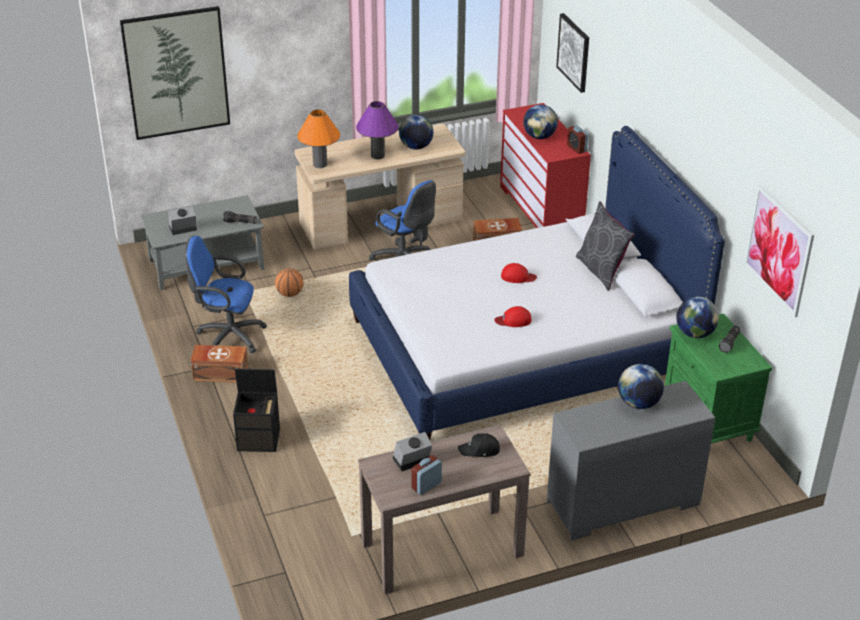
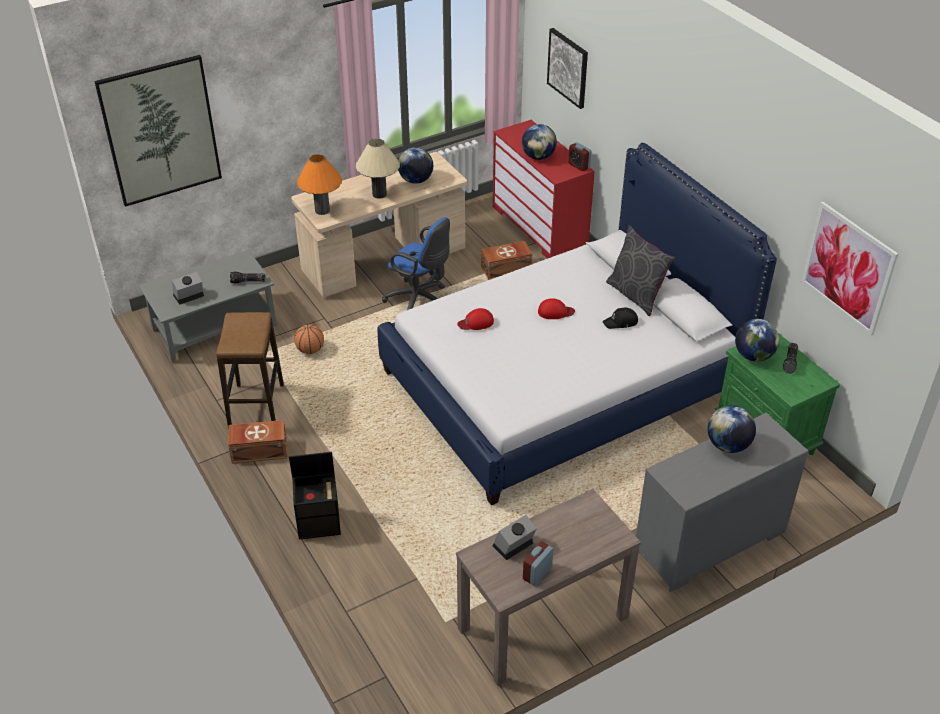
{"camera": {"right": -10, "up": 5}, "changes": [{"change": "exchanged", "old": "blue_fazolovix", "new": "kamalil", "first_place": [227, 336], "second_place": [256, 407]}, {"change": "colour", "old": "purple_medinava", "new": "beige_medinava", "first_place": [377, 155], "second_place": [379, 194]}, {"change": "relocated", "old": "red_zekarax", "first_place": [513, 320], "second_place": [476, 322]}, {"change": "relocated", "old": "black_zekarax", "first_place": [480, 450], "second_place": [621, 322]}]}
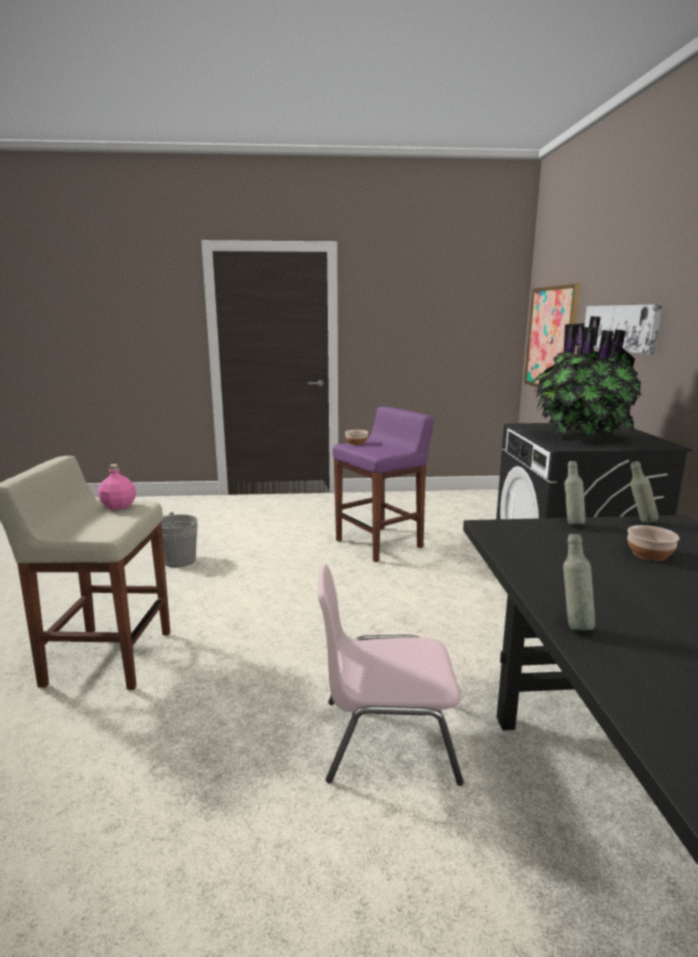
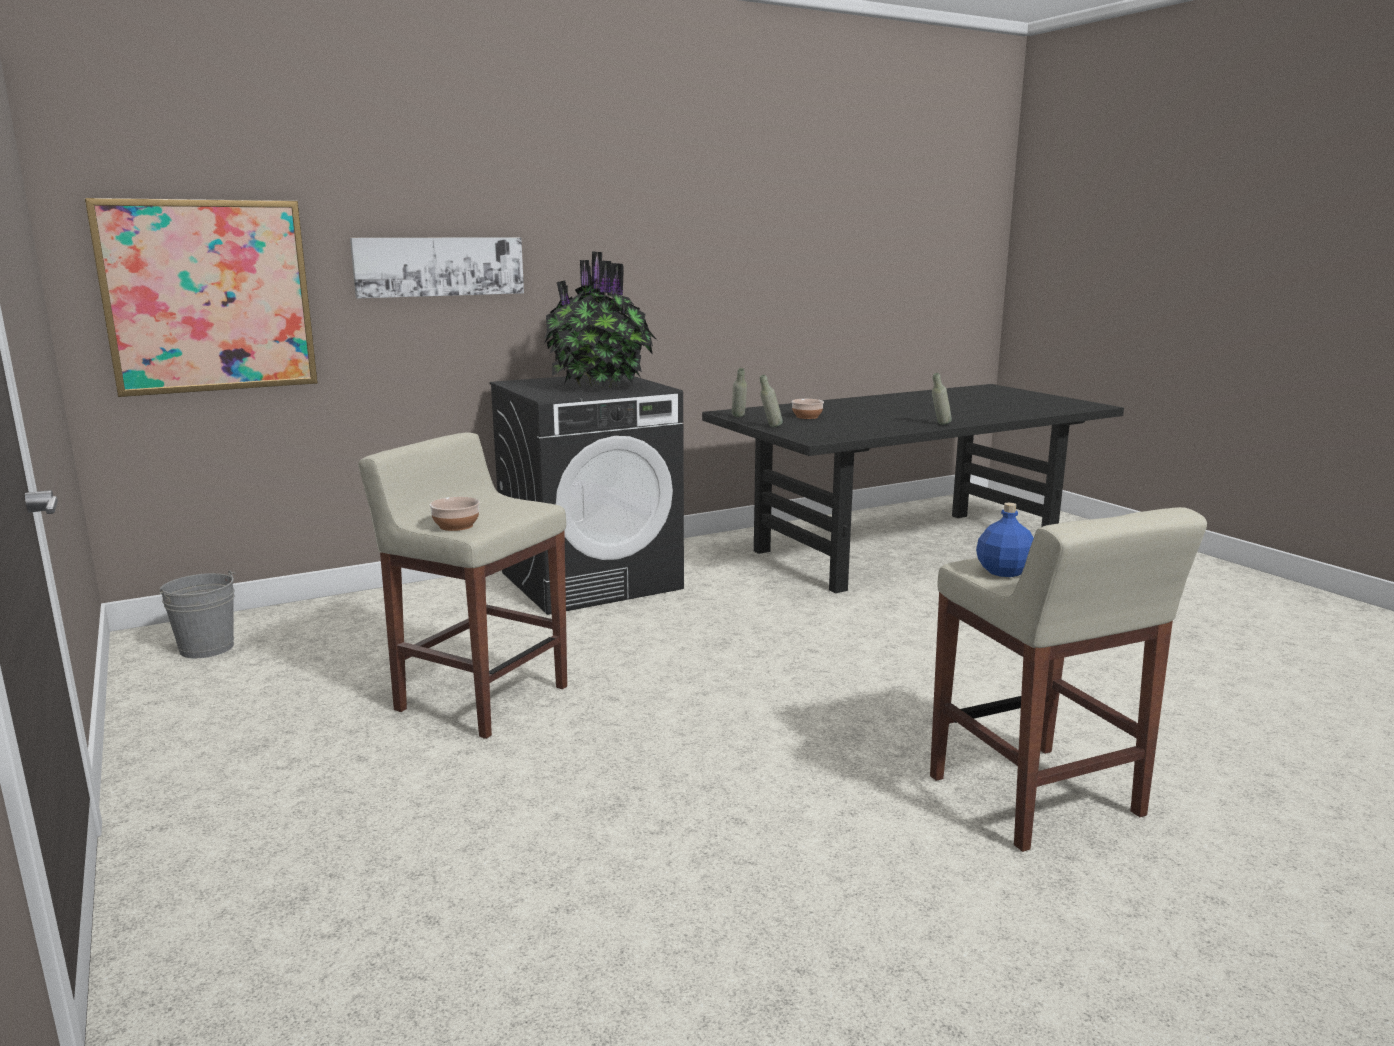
{"camera": {"right": -115, "up": 0}, "changes": [{"change": "relocated", "old": "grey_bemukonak", "first_place": [179, 560], "second_place": [206, 648]}, {"change": "colour", "old": "purple_kamalil", "new": "beige_kamalil", "first_place": [380, 543], "second_place": [480, 698]}, {"change": "colour", "old": "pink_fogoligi", "new": "blue_fogoligi", "first_place": [119, 506], "second_place": [1003, 571]}, {"change": "missing", "old": "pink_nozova", "first_place": [386, 738]}]}
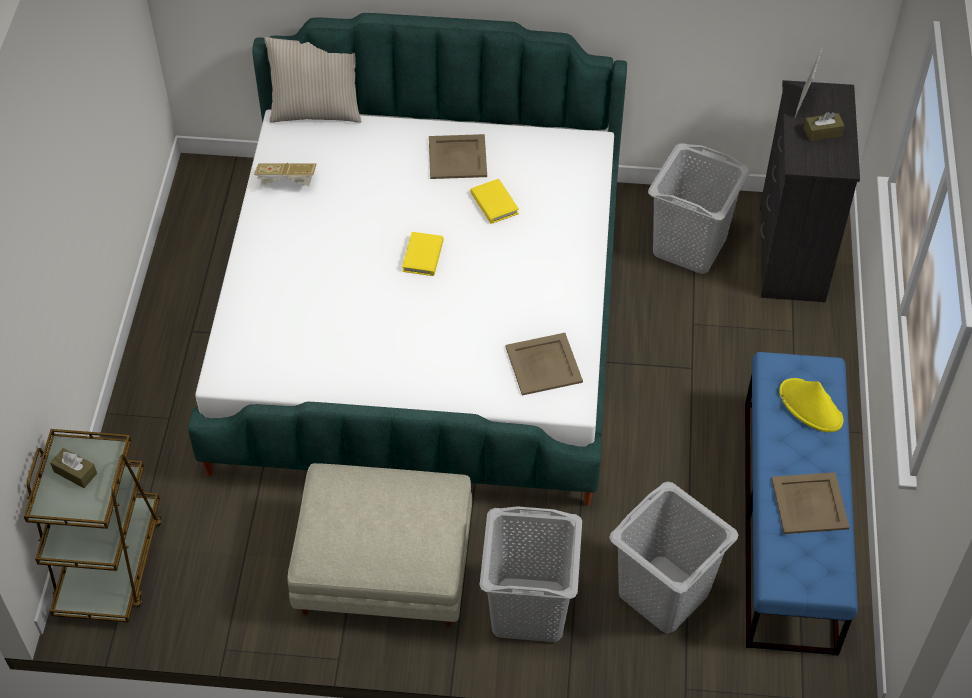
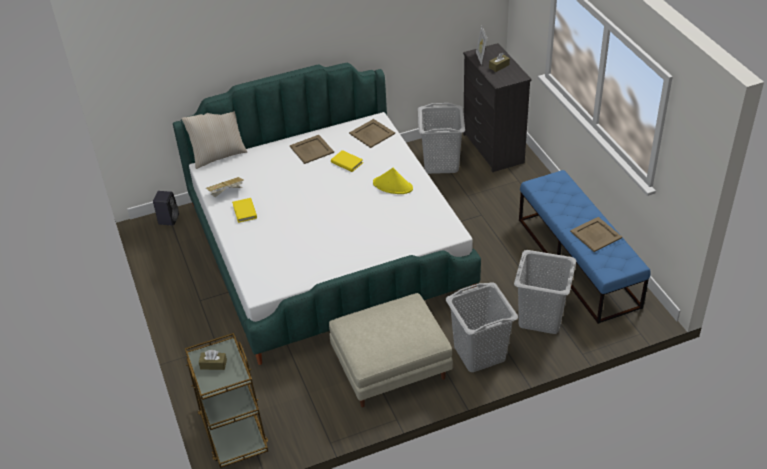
{"camera": {"right": -25, "up": -10}, "changes": [{"change": "appeared", "new": "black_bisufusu", "second_place": [168, 218]}, {"change": "relocated", "old": "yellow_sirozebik", "first_place": [423, 256], "second_place": [245, 211]}, {"change": "relocated", "old": "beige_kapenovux", "first_place": [544, 364], "second_place": [372, 133]}, {"change": "relocated", "old": "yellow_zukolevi", "first_place": [811, 406], "second_place": [393, 186]}]}
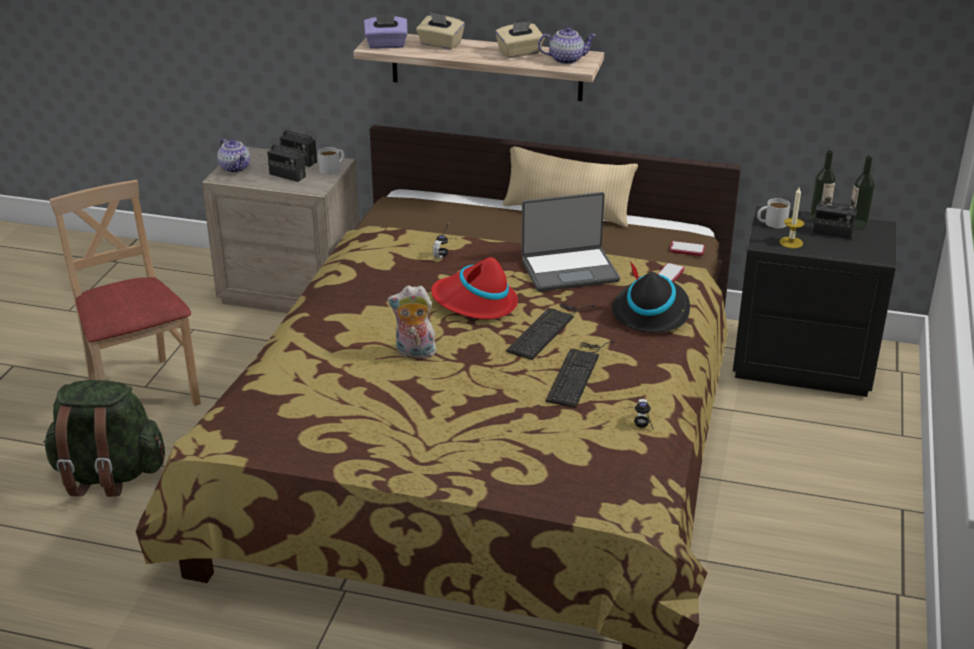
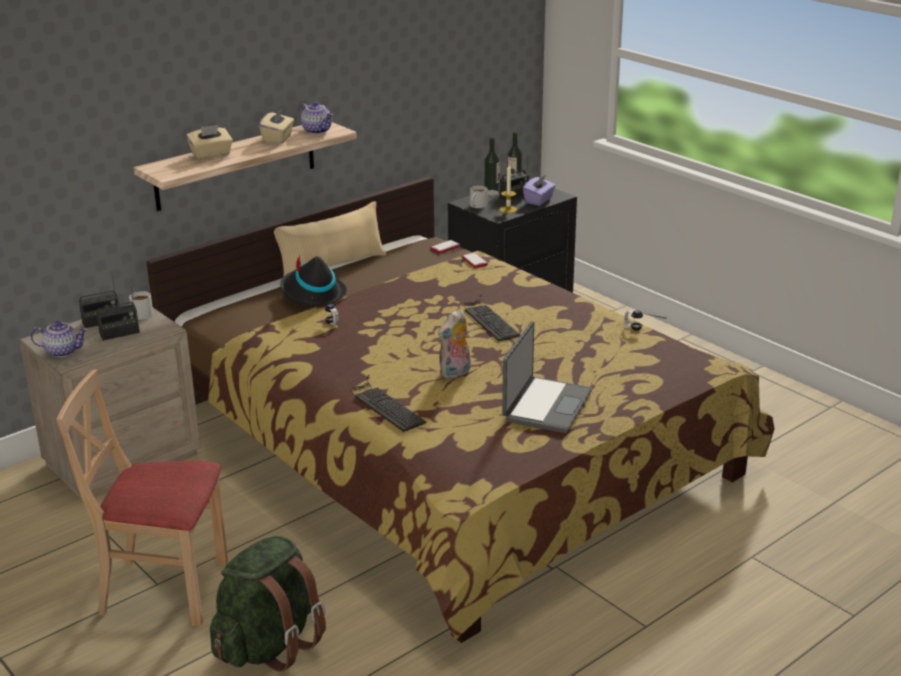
{"camera": {"right": -55, "up": -5}, "changes": [{"change": "relocated", "old": "black_zukolevi", "first_place": [651, 312], "second_place": [312, 293]}, {"change": "spun", "old": "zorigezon", "first_place": [566, 59], "second_place": [317, 131], "degrees": 105}, {"change": "relocated", "old": "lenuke", "first_place": [578, 372], "second_place": [385, 405]}, {"change": "relocated", "old": "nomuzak", "first_place": [569, 270], "second_place": [545, 406]}, {"change": "relocated", "old": "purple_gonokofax", "first_place": [386, 45], "second_place": [539, 200]}, {"change": "missing", "old": "red_zukolevi", "first_place": [474, 303]}]}
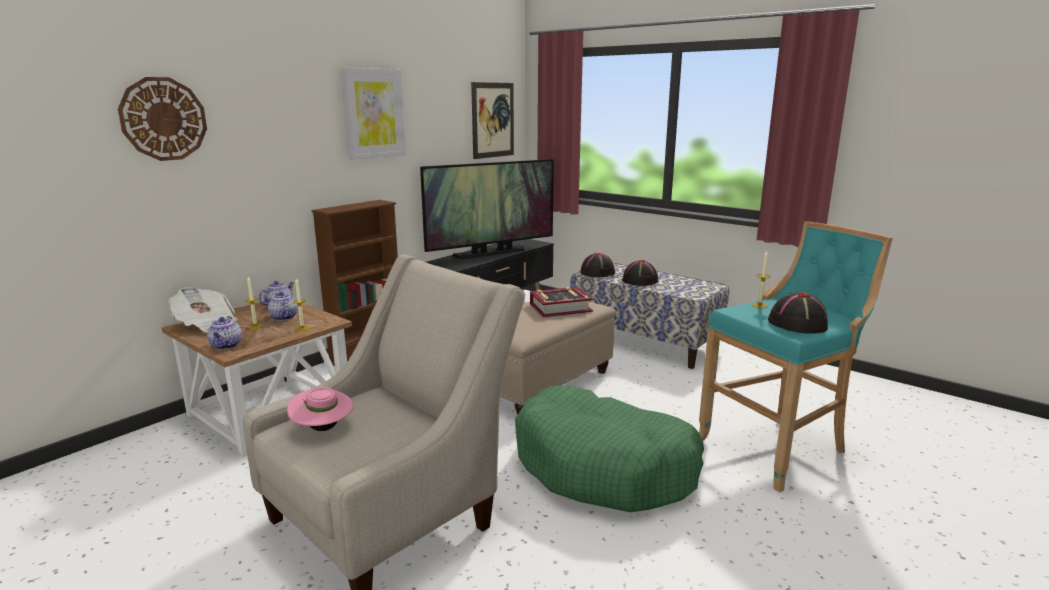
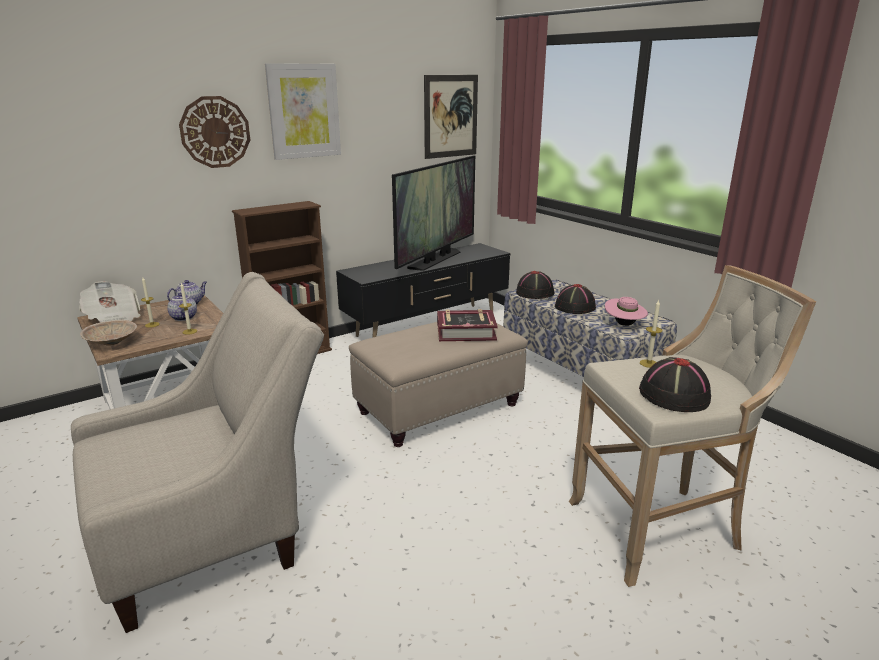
{"camera": {"right": 15, "up": 5}, "changes": [{"change": "exchanged", "old": "zorigezon", "new": "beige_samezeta", "first_place": [226, 346], "second_place": [112, 343]}, {"change": "relocated", "old": "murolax", "first_place": [163, 119], "second_place": [215, 132]}, {"change": "spun", "old": "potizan", "first_place": [491, 252], "second_place": [436, 259], "degrees": -45}, {"change": "colour", "old": "turquoise_kamalil", "new": "beige_kamalil", "first_place": [777, 447], "second_place": [660, 528]}, {"change": "relocated", "old": "pink_zukolevi", "first_place": [323, 428], "second_place": [624, 324]}, {"change": "missing", "old": "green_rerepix", "first_place": [604, 466]}]}
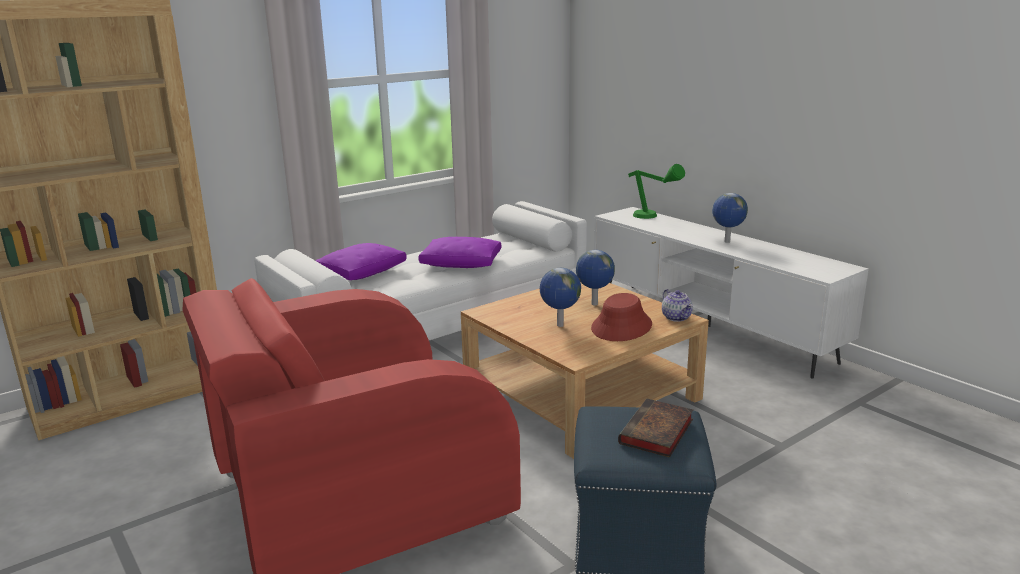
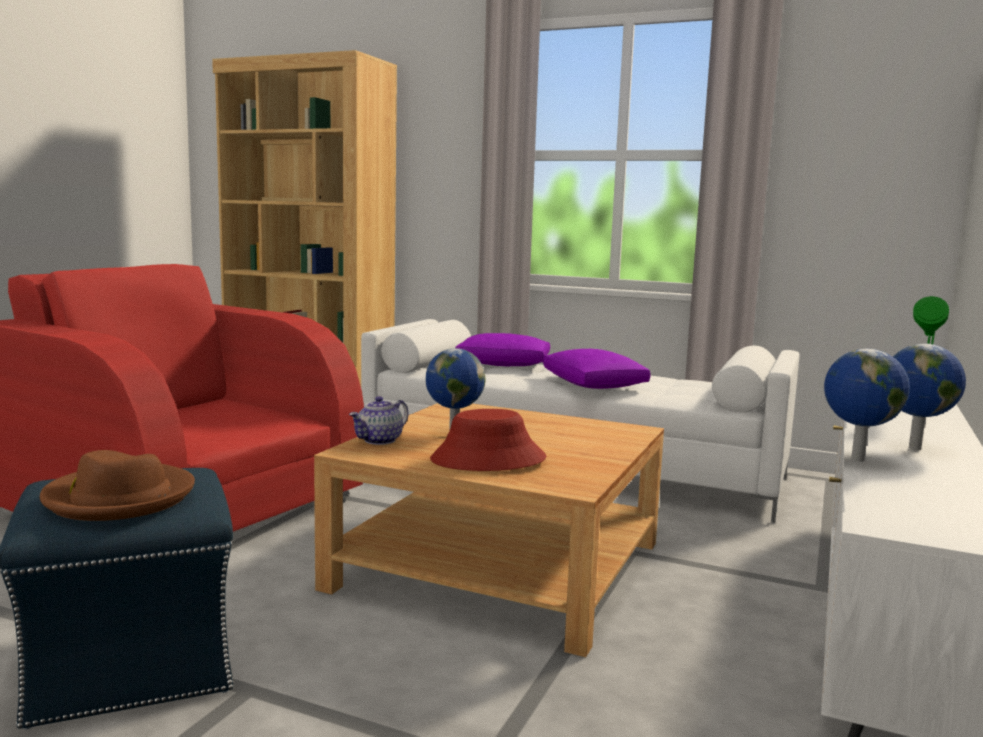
{"camera": {"right": 60, "up": -10}, "changes": [{"change": "exchanged", "old": "sirozebik", "new": "brown_zukolevi", "first_place": [656, 433], "second_place": [120, 498]}, {"change": "relocated", "old": "zorigezon", "first_place": [677, 317], "second_place": [379, 440]}, {"change": "relocated", "old": "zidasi", "first_place": [594, 304], "second_place": [856, 459]}]}
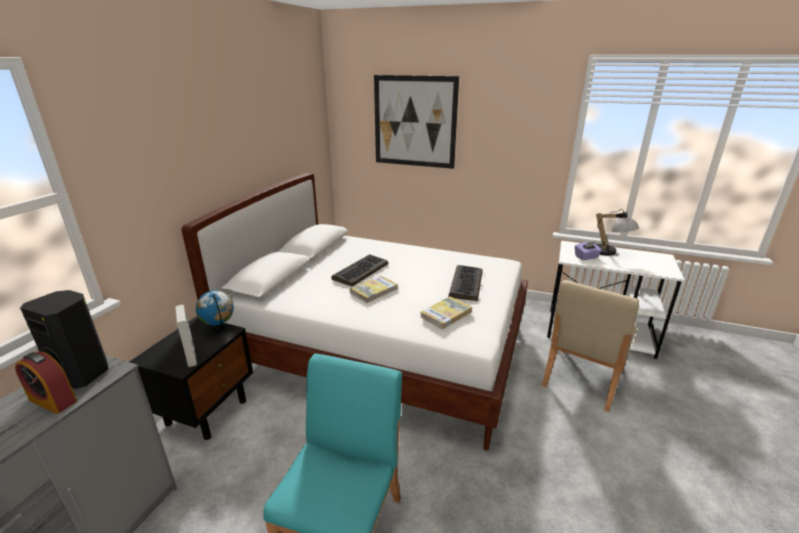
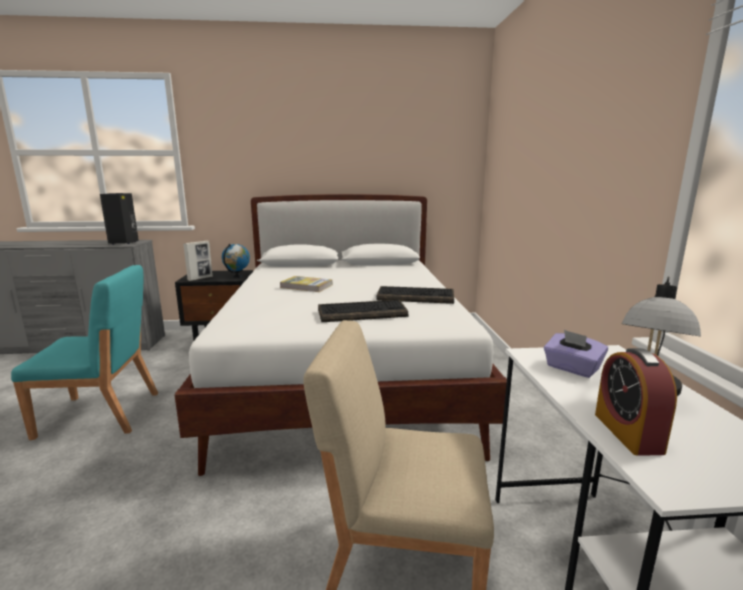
{"camera": {"right": 65, "up": -10}, "changes": [{"change": "relocated", "old": "lenuke", "first_place": [360, 271], "second_place": [416, 297]}, {"change": "relocated", "old": "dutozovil", "first_place": [53, 400], "second_place": [627, 432]}, {"change": "missing", "old": "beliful", "first_place": [414, 122]}, {"change": "missing", "old": "sirozebik", "first_place": [446, 314]}]}
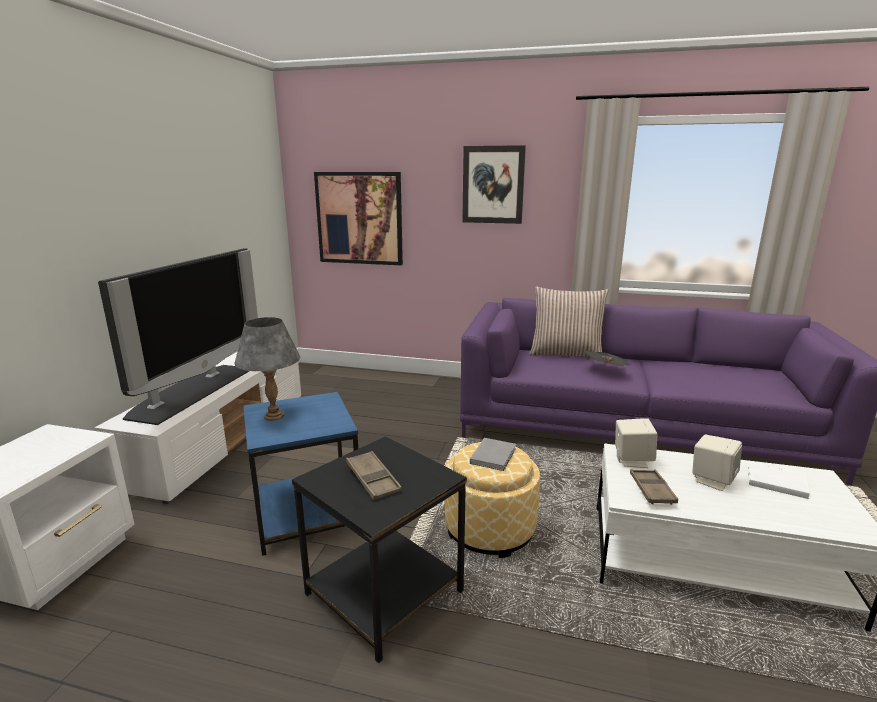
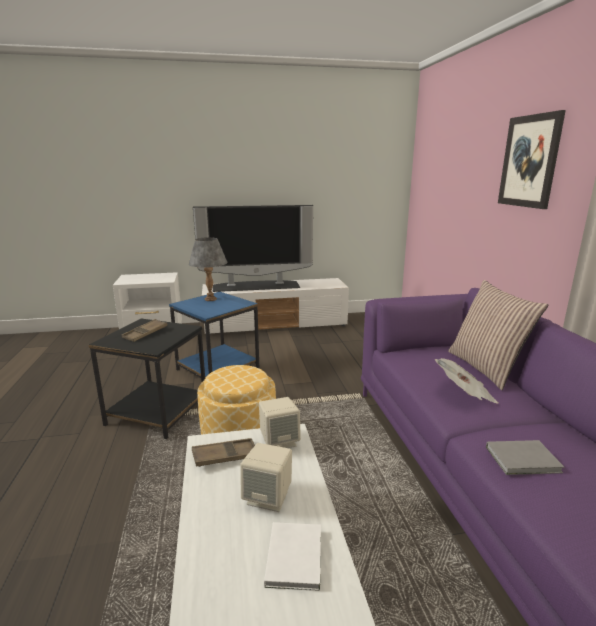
{"camera": {"right": 65, "up": 0}, "changes": [{"change": "relocated", "old": "grey_sirozebik", "first_place": [494, 455], "second_place": [524, 460]}, {"change": "missing", "old": "beliful", "first_place": [359, 218]}]}
